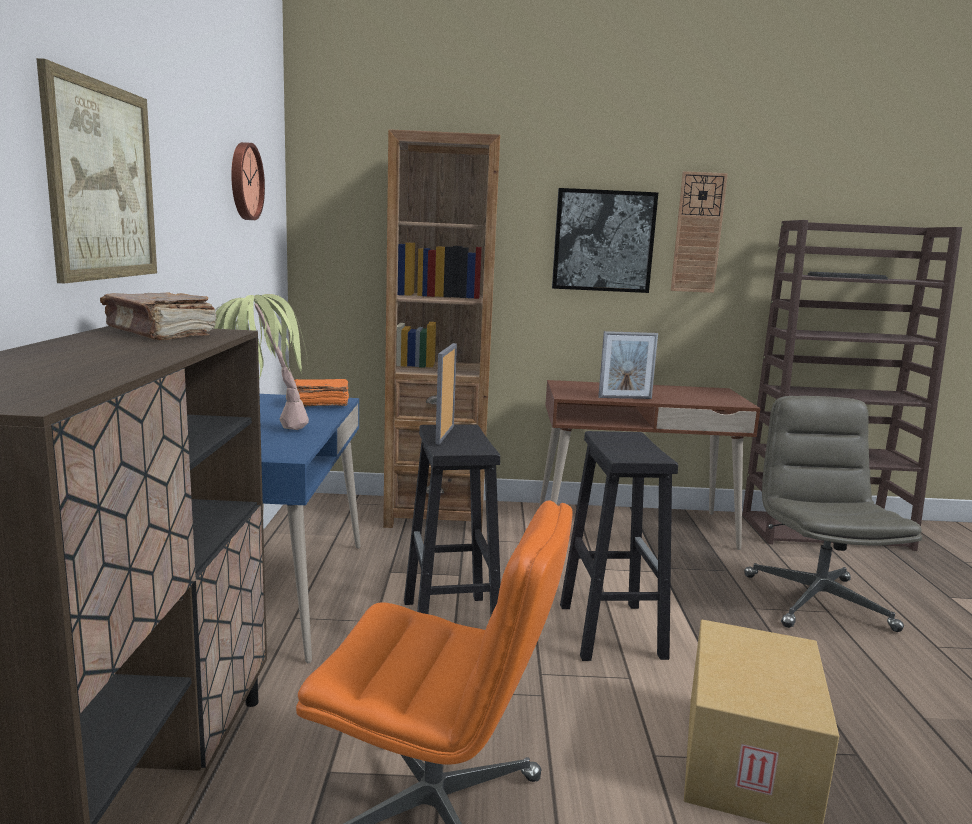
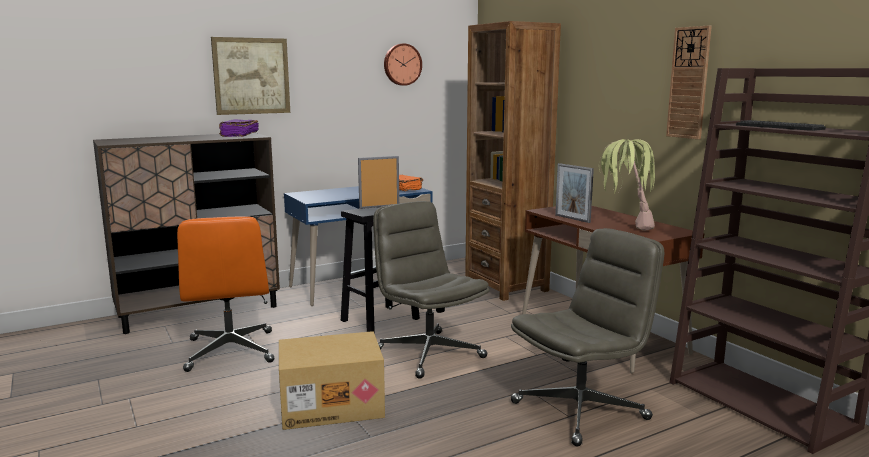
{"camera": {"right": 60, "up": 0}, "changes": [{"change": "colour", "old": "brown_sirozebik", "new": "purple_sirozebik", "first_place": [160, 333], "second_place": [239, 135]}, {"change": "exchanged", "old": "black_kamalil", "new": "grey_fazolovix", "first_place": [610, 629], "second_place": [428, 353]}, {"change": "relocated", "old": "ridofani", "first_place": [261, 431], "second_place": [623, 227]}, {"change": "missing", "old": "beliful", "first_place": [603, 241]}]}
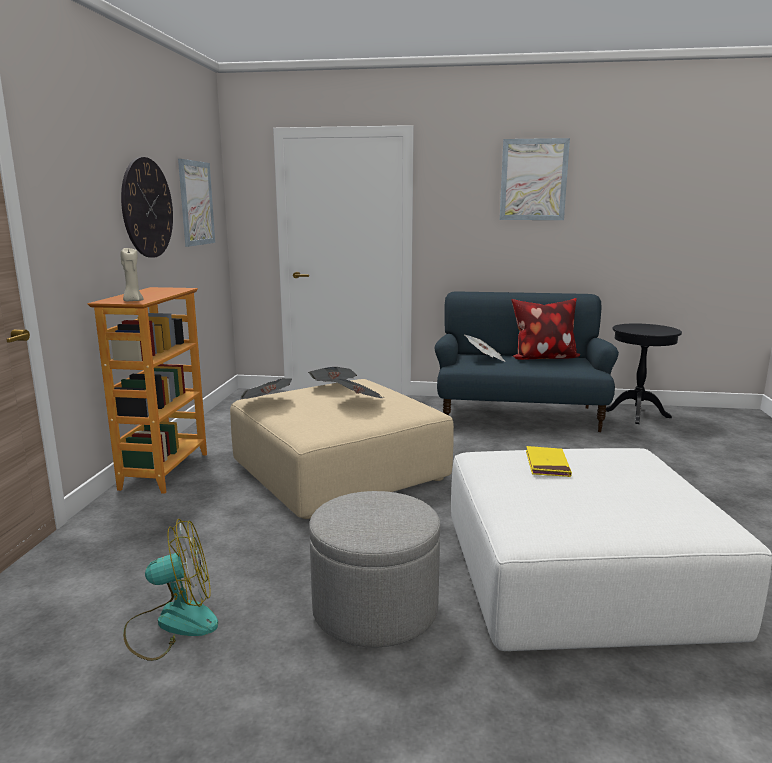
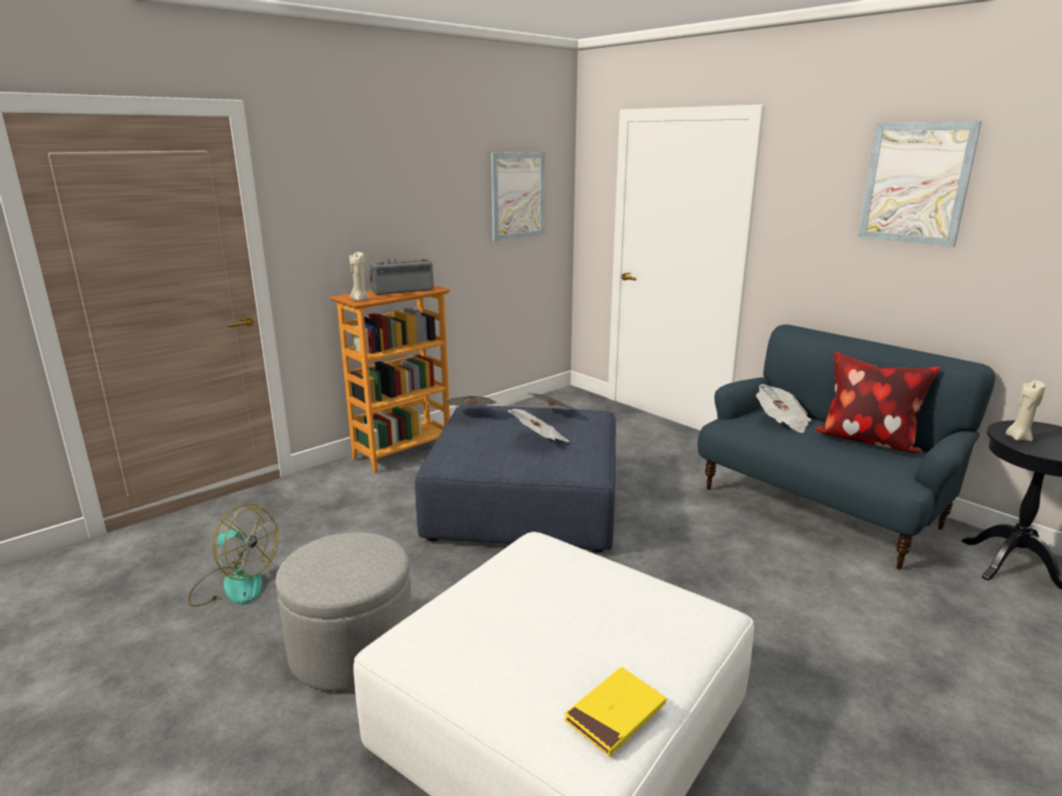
{"camera": {"right": 40, "up": 5}, "changes": [{"change": "appeared", "new": "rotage", "second_place": [402, 290]}, {"change": "colour", "old": "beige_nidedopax", "new": "blue_nidedopax", "first_place": [339, 470], "second_place": [526, 502]}, {"change": "relocated", "old": "yellow_sirozebik", "first_place": [547, 464], "second_place": [615, 713]}, {"change": "appeared", "new": "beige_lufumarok", "second_place": [1018, 438]}, {"change": "missing", "old": "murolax", "first_place": [147, 208]}]}
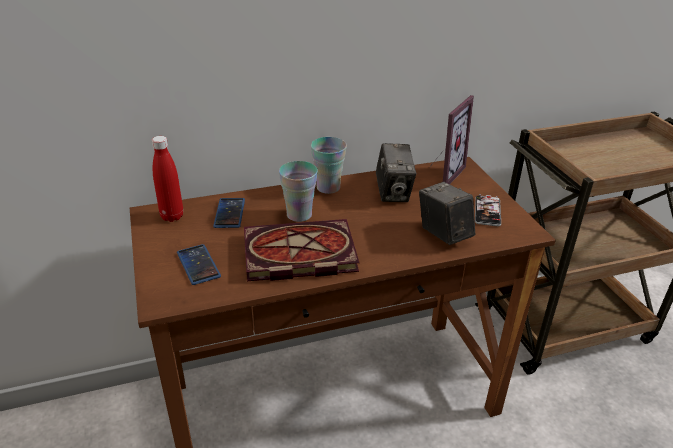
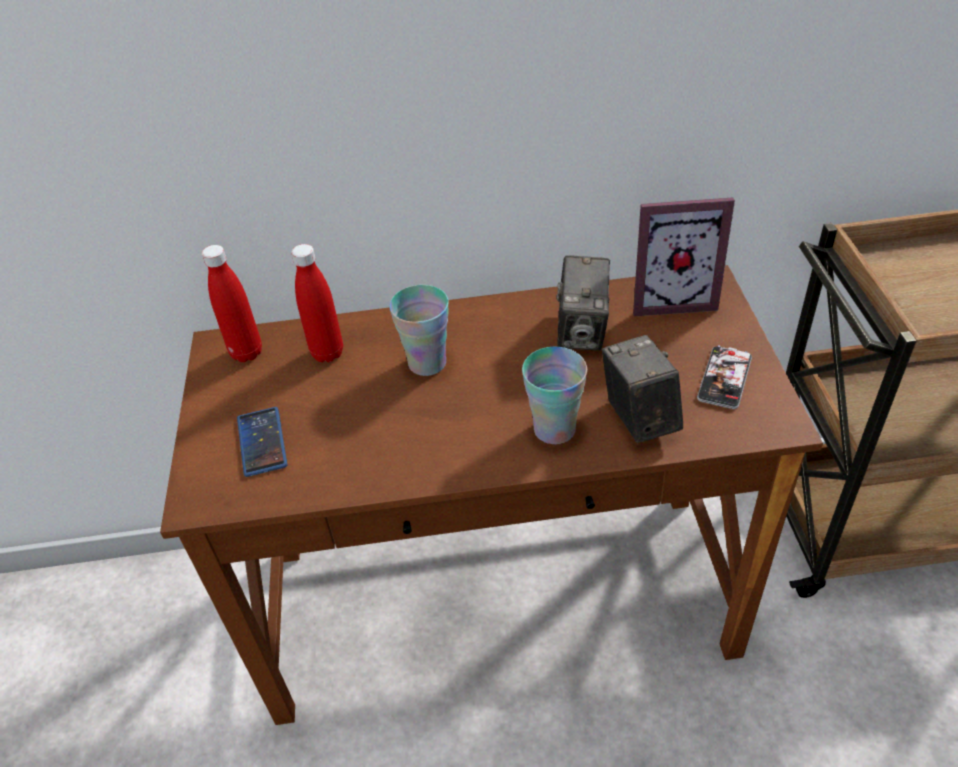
{"camera": {"right": 15, "up": 10}, "changes": [{"change": "exchanged", "old": "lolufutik", "new": "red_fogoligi", "first_place": [229, 213], "second_place": [327, 353]}, {"change": "relocated", "old": "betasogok", "first_place": [328, 187], "second_place": [554, 429]}, {"change": "spun", "old": "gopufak", "first_place": [441, 174], "second_place": [671, 298], "degrees": 45}, {"change": "missing", "old": "sirozebik", "first_place": [296, 255]}]}
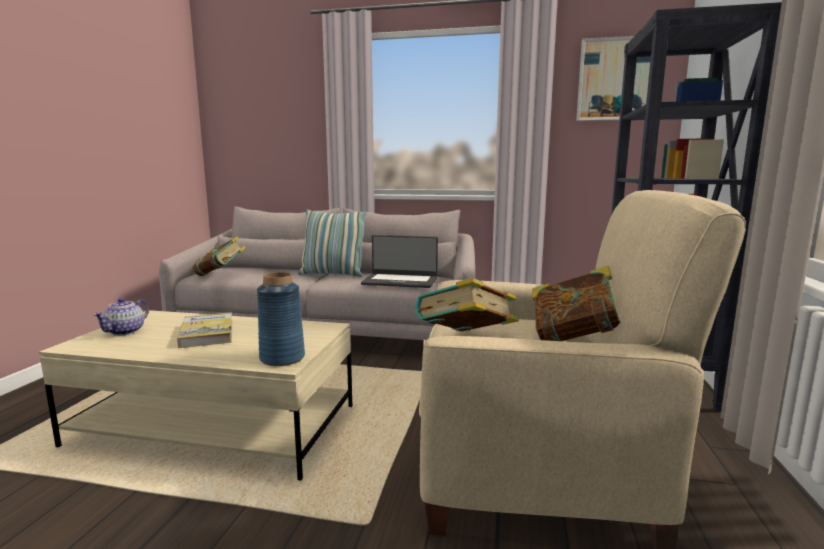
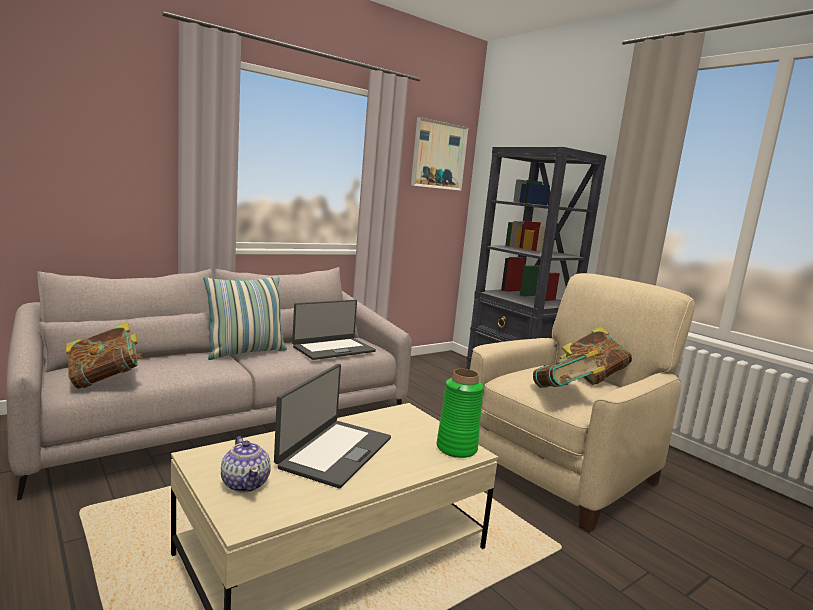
{"camera": {"right": -50, "up": 0}, "changes": [{"change": "exchanged", "old": "sirozebik", "new": "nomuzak", "first_place": [207, 333], "second_place": [334, 452]}, {"change": "colour", "old": "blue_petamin", "new": "green_petamin", "first_place": [282, 358], "second_place": [457, 448]}]}
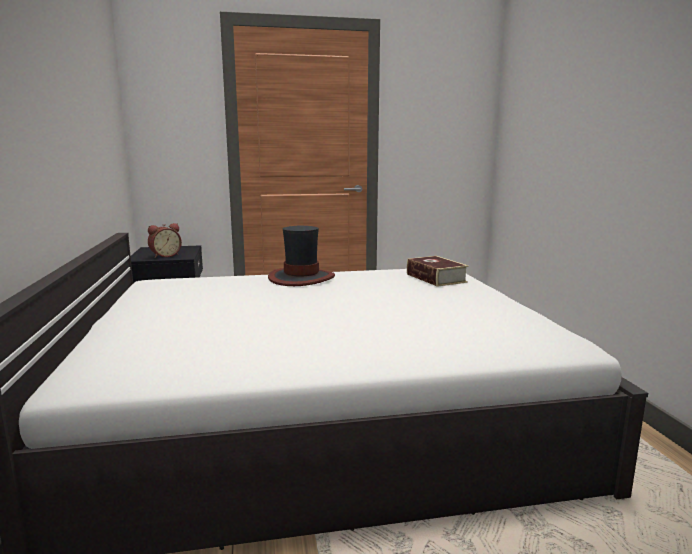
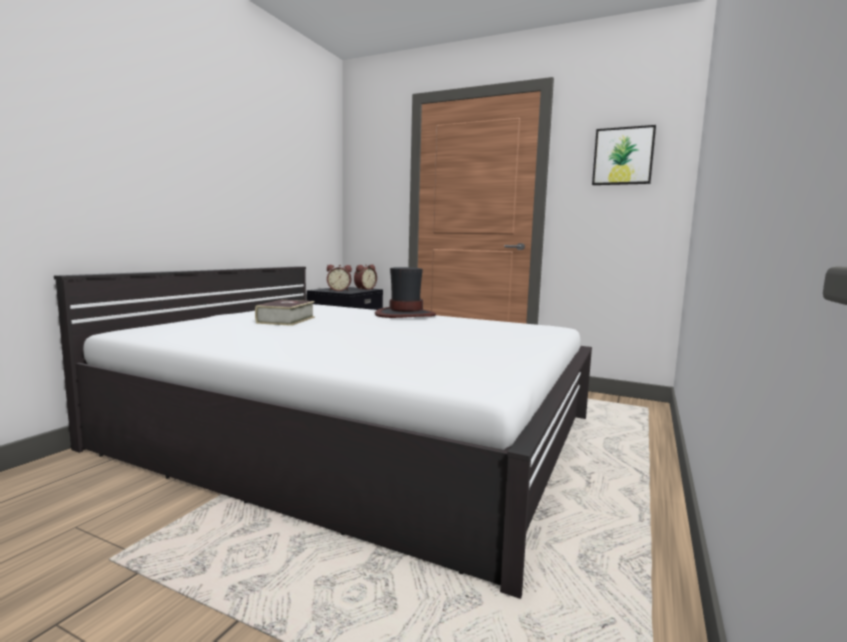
{"camera": {"right": 35, "up": -5}, "changes": [{"change": "relocated", "old": "sirozebik", "first_place": [436, 278], "second_place": [286, 320]}, {"change": "appeared", "new": "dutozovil", "second_place": [364, 289]}, {"change": "appeared", "new": "beliful", "second_place": [623, 156]}]}
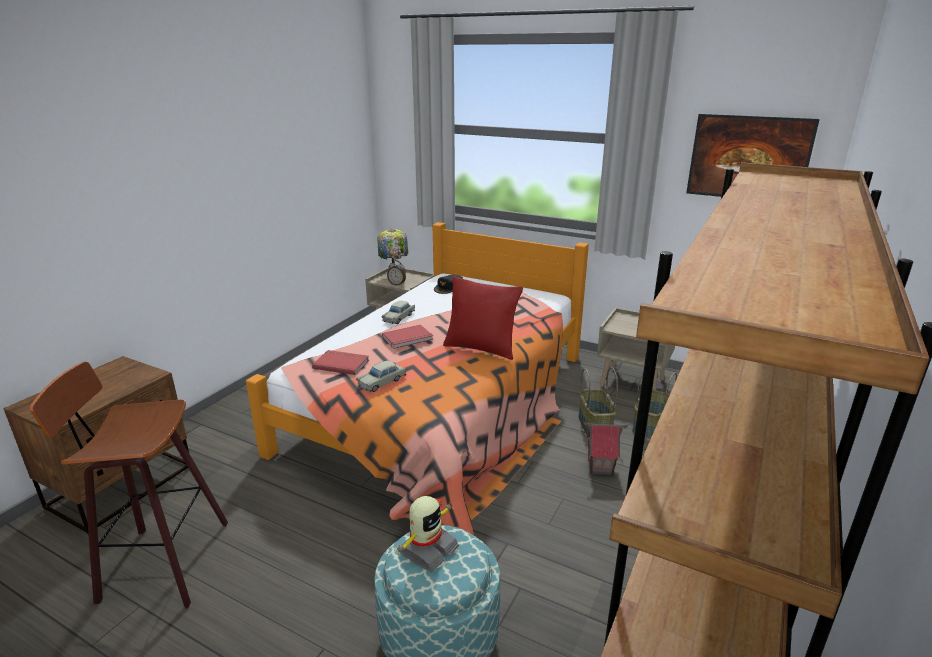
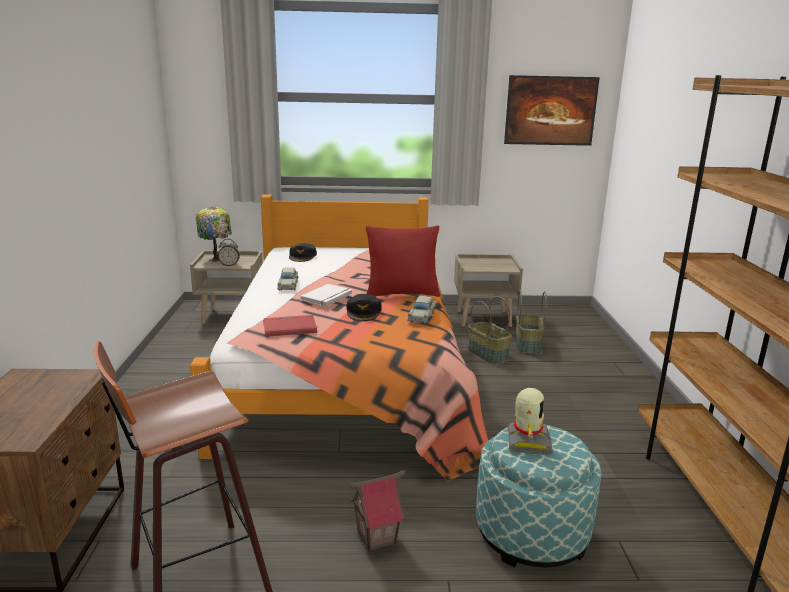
{"camera": {"right": -30, "up": -5}, "changes": [{"change": "colour", "old": "red_sirozebik", "new": "white_sirozebik", "first_place": [408, 339], "second_place": [328, 297]}, {"change": "appeared", "new": "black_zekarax", "second_place": [364, 312]}, {"change": "relocated", "old": "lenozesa", "first_place": [600, 467], "second_place": [376, 537]}, {"change": "relocated", "old": "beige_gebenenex", "first_place": [382, 382], "second_place": [422, 316]}]}
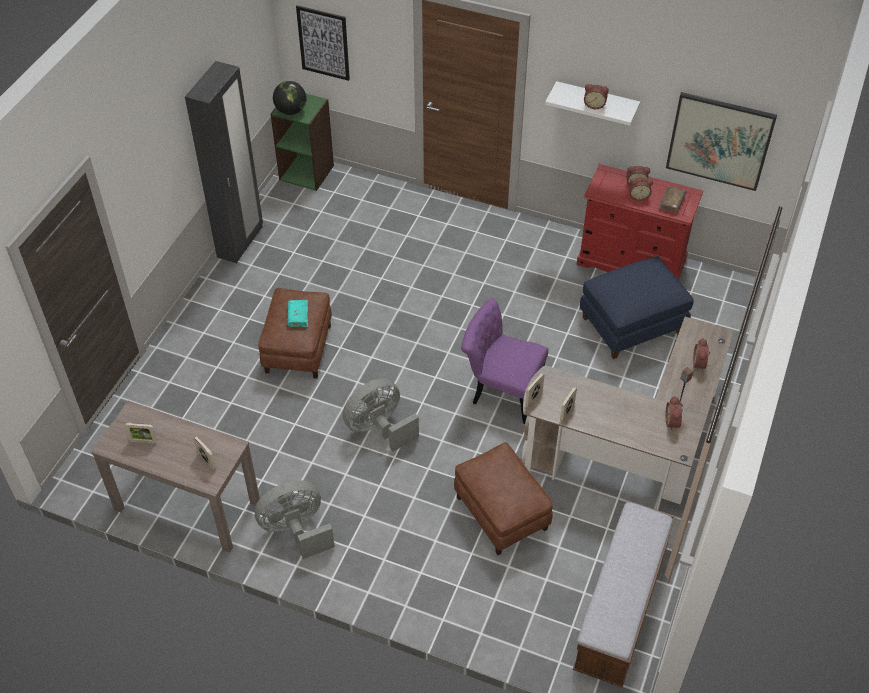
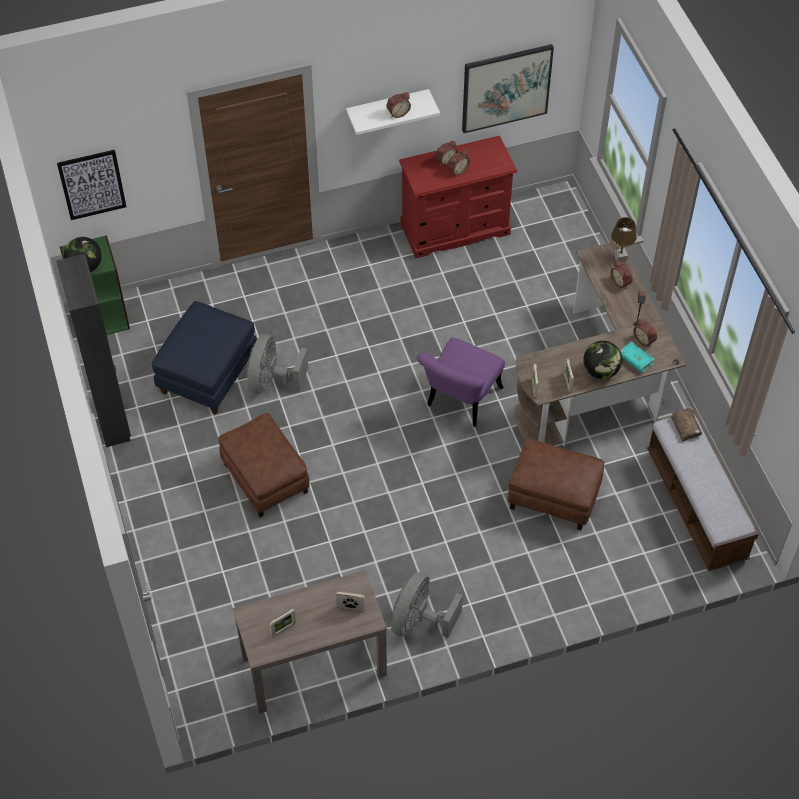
{"camera": {"right": -40, "up": 5}, "changes": [{"change": "relocated", "old": "blue_nidedopax", "first_place": [631, 324], "second_place": [207, 373]}, {"change": "relocated", "old": "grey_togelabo", "first_place": [379, 428], "second_place": [272, 381]}, {"change": "spun", "old": "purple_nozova", "first_place": [501, 390], "second_place": [460, 402], "degrees": -45}, {"change": "appeared", "new": "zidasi", "second_place": [600, 371]}, {"change": "appeared", "new": "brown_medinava", "second_place": [620, 257]}, {"change": "relocated", "old": "turquoise_sirozebik", "first_place": [298, 316], "second_place": [635, 360]}, {"change": "relocated", "old": "brown_sirozebik", "first_place": [671, 203], "second_place": [685, 427]}]}
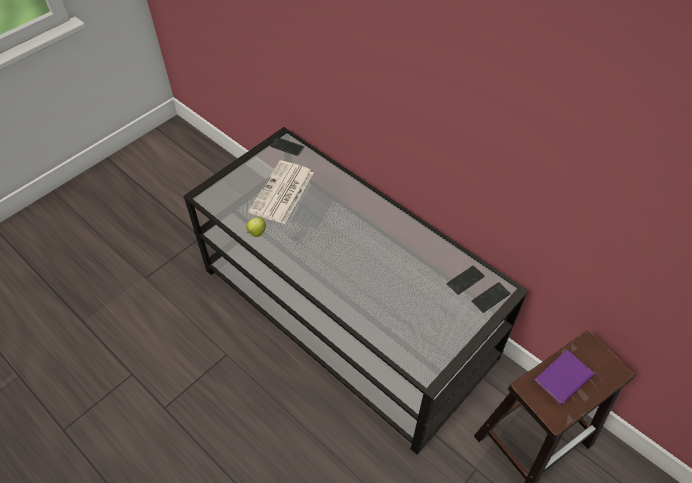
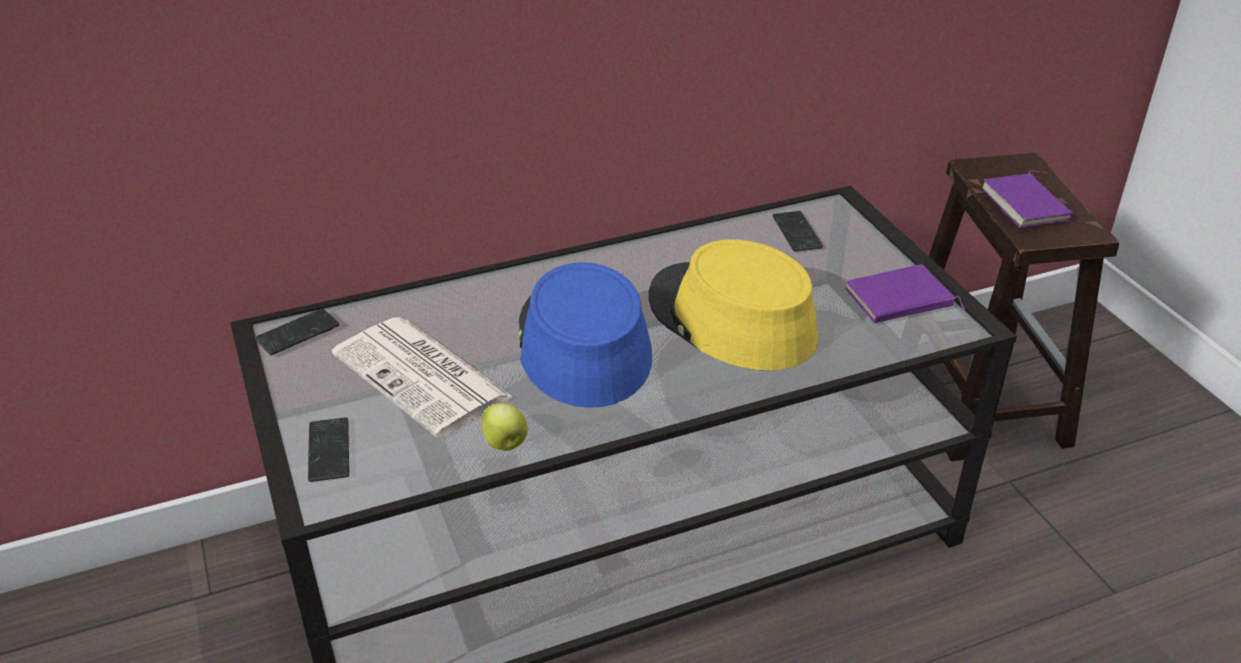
{"camera": {"right": -65, "up": -15}, "changes": [{"change": "relocated", "old": "lolufutik", "first_place": [490, 298], "second_place": [329, 451]}, {"change": "appeared", "new": "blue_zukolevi", "second_place": [582, 344]}, {"change": "appeared", "new": "yellow_zukolevi", "second_place": [730, 318]}, {"change": "appeared", "new": "purple_sirozebik", "second_place": [900, 301]}]}
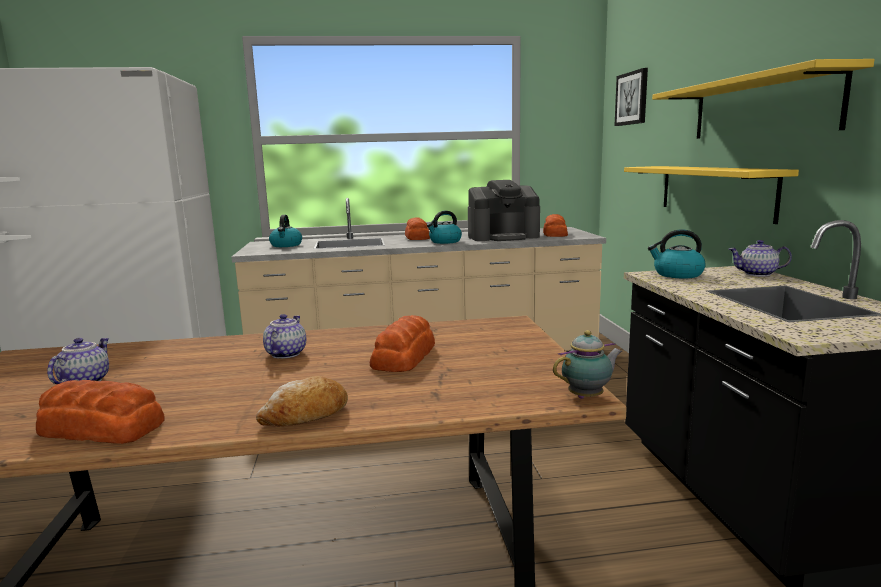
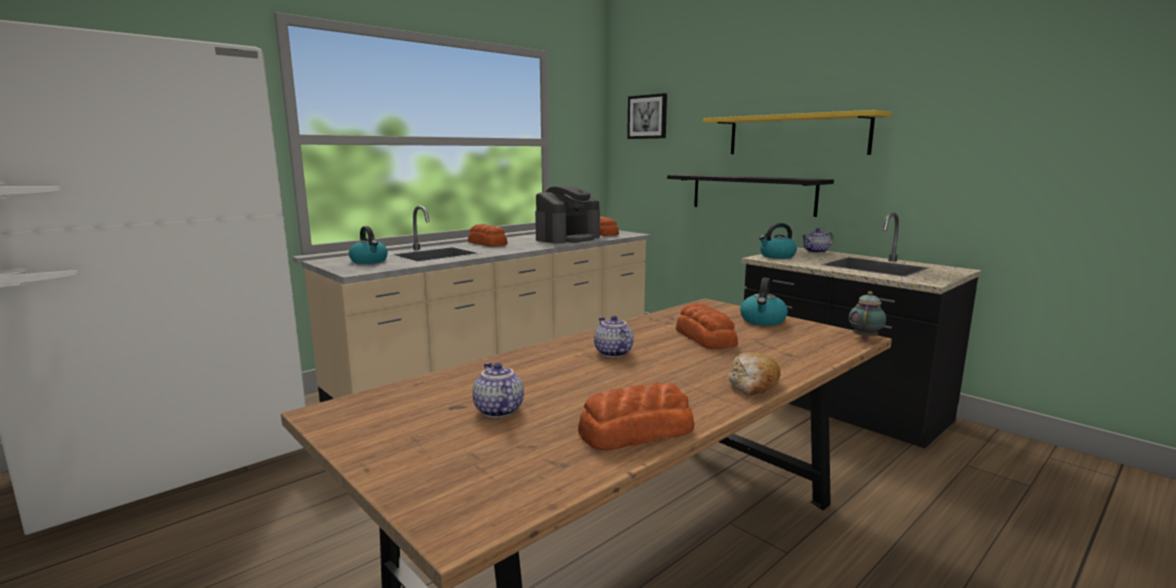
{"camera": {"right": -35, "up": 0}, "changes": [{"change": "colour", "old": "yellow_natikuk", "new": "black_natikuk", "first_place": [714, 191], "second_place": [752, 194]}, {"change": "relocated", "old": "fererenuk", "first_place": [445, 241], "second_place": [763, 321]}]}
